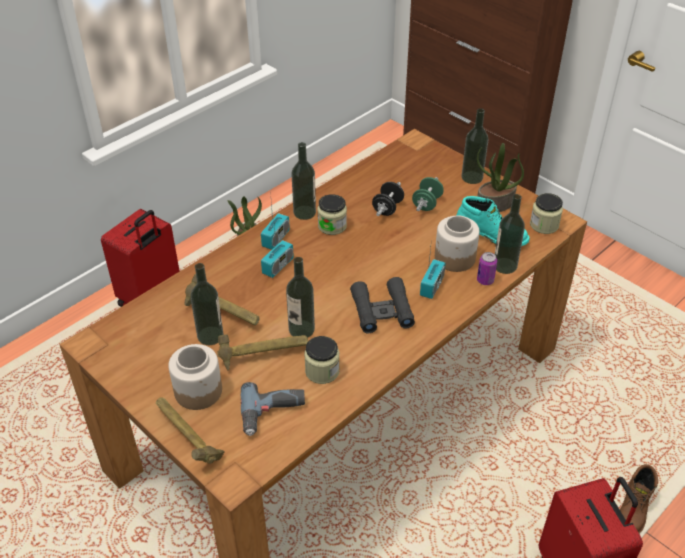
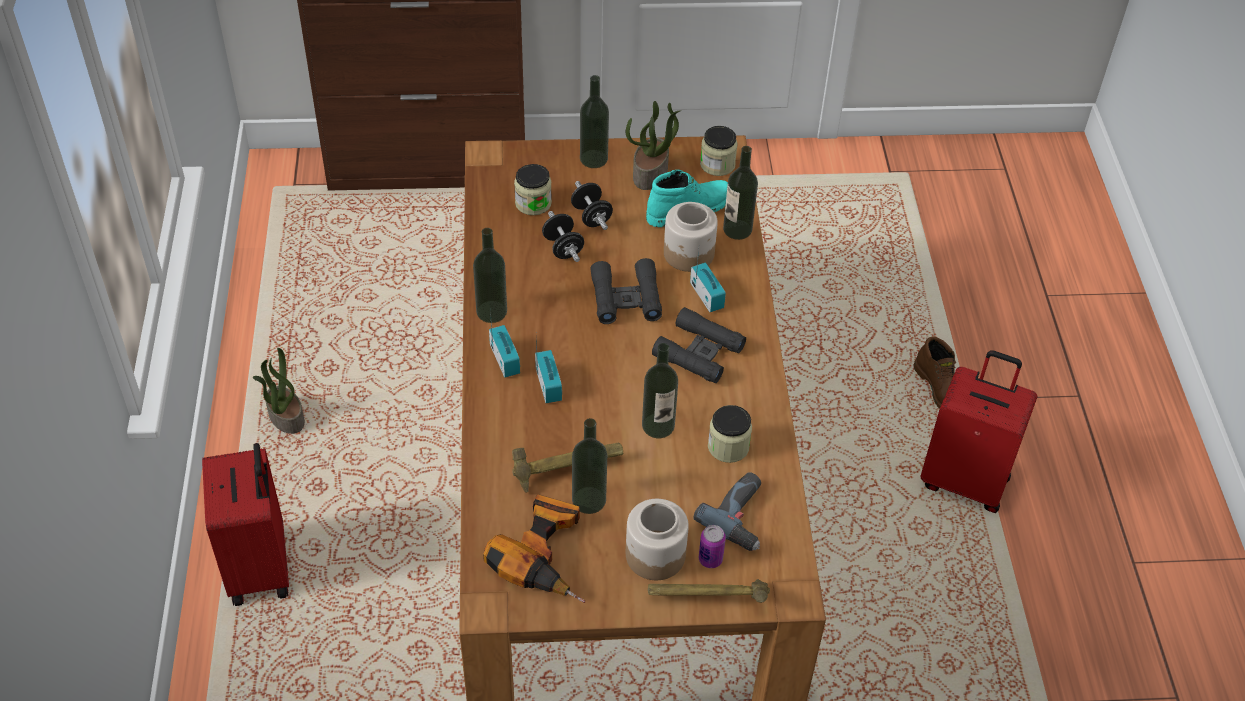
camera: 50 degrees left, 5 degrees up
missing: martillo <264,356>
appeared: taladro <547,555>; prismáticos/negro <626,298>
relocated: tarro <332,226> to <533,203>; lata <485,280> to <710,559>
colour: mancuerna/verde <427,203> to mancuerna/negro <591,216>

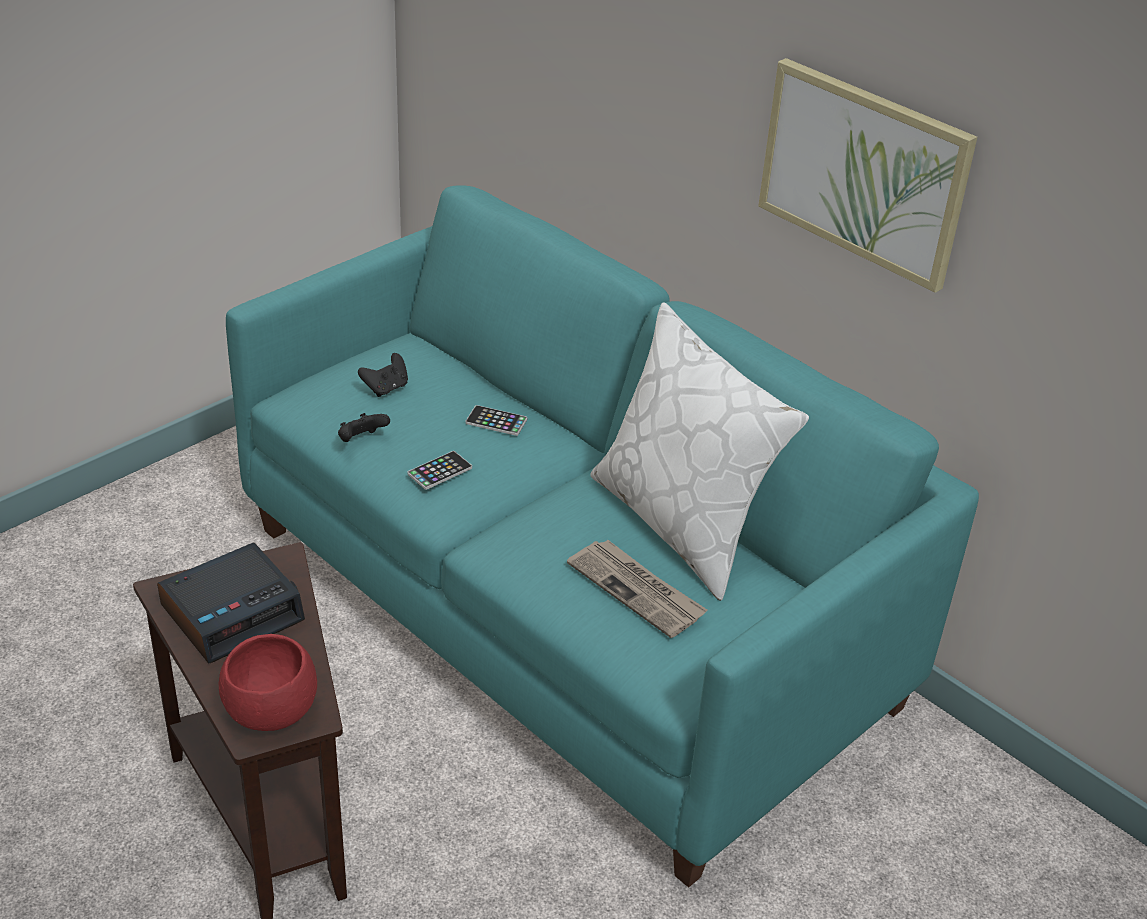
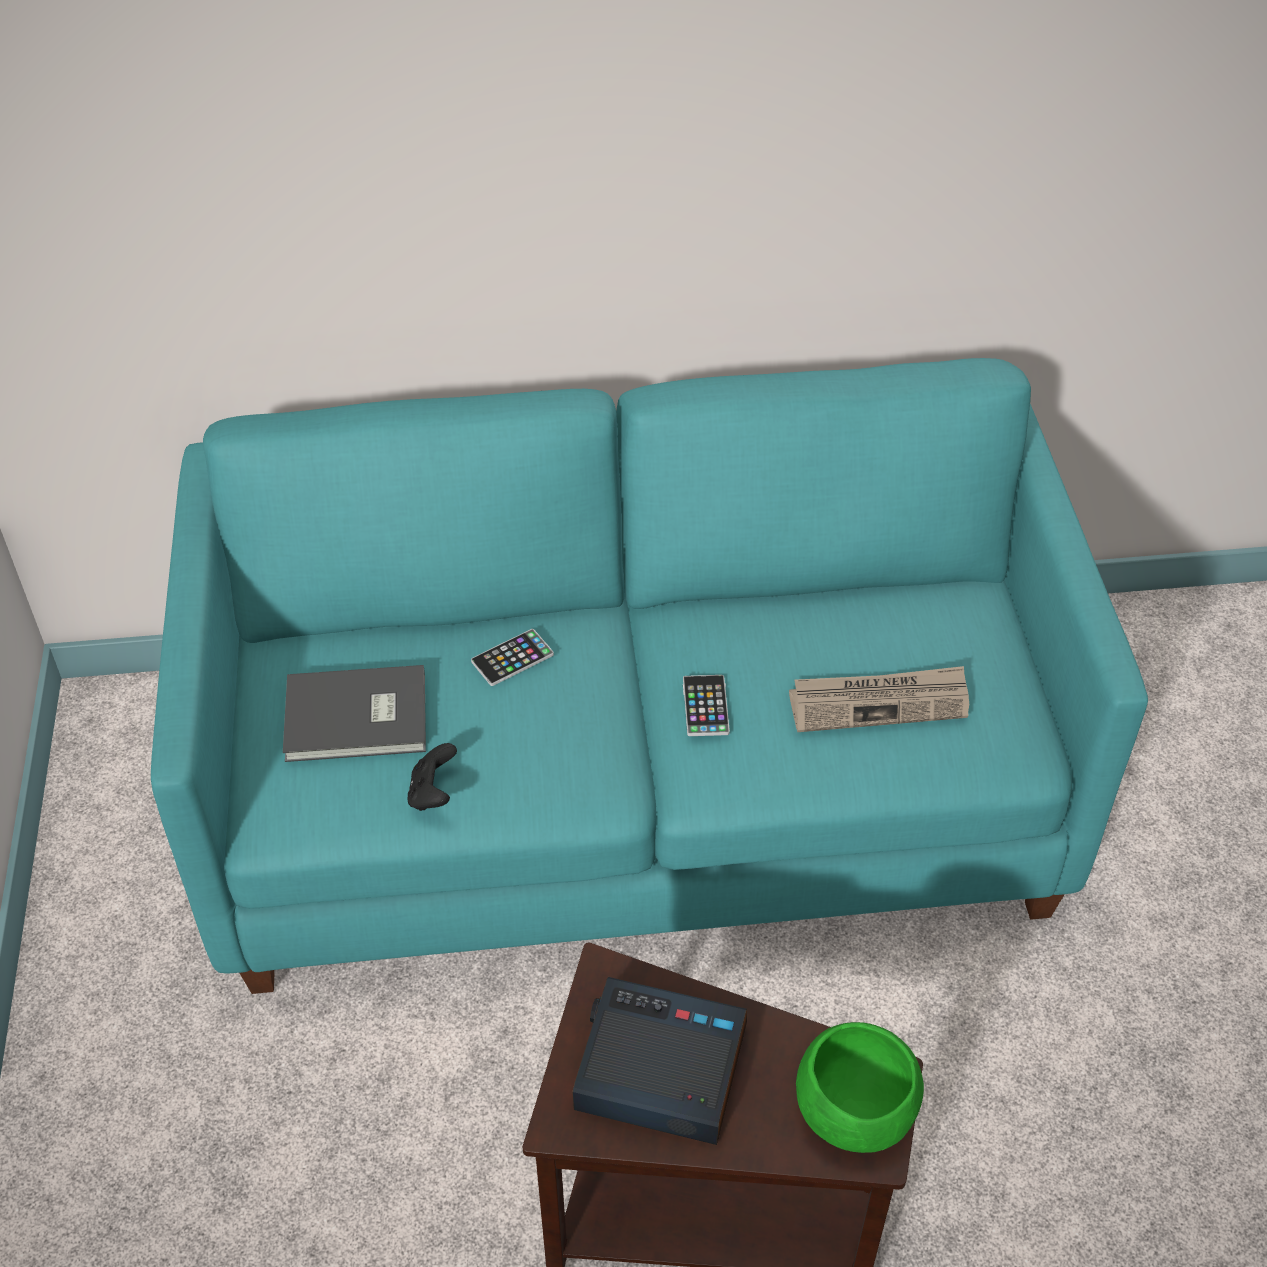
camera: 50 degrees left, 10 degrees up
missing: cojín/blanco <682,524>; cuadro <864,172>
relocated: móvil <440,471> to <705,706>
exchanged: mando de consola/negro <386,388> to libro/gris <358,719>
colour: cuenco/rojo <270,712> to cuenco/verde <853,1114>
spun: despertador <233,612> = <658,1069> 75 degrees counterclockwise

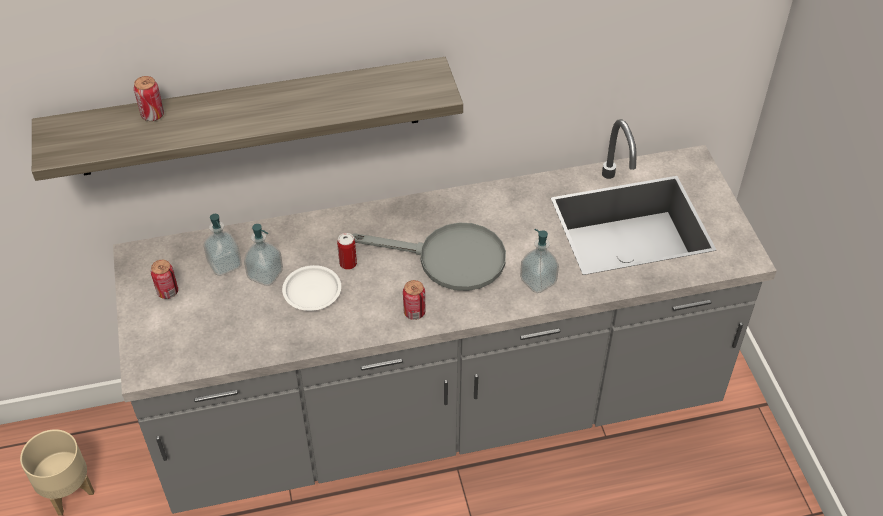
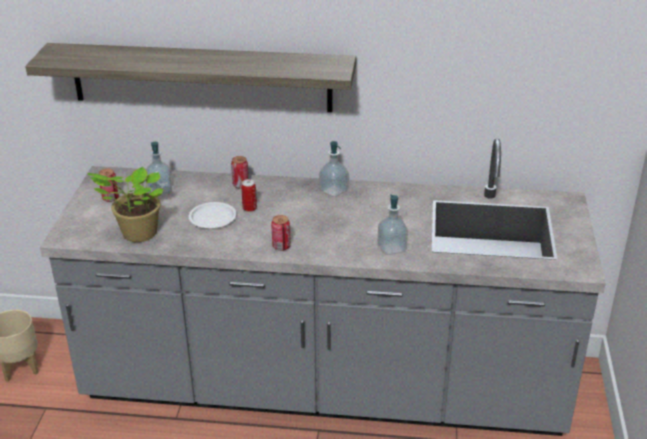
camera: 20 degrees right, 15 degrees down
missing: sartén/gris <449,259>
appeared: planta en maceta <137,234>
relocated: lata <152,115> to <240,185>; dispensador de jabón <265,274> to <333,191>

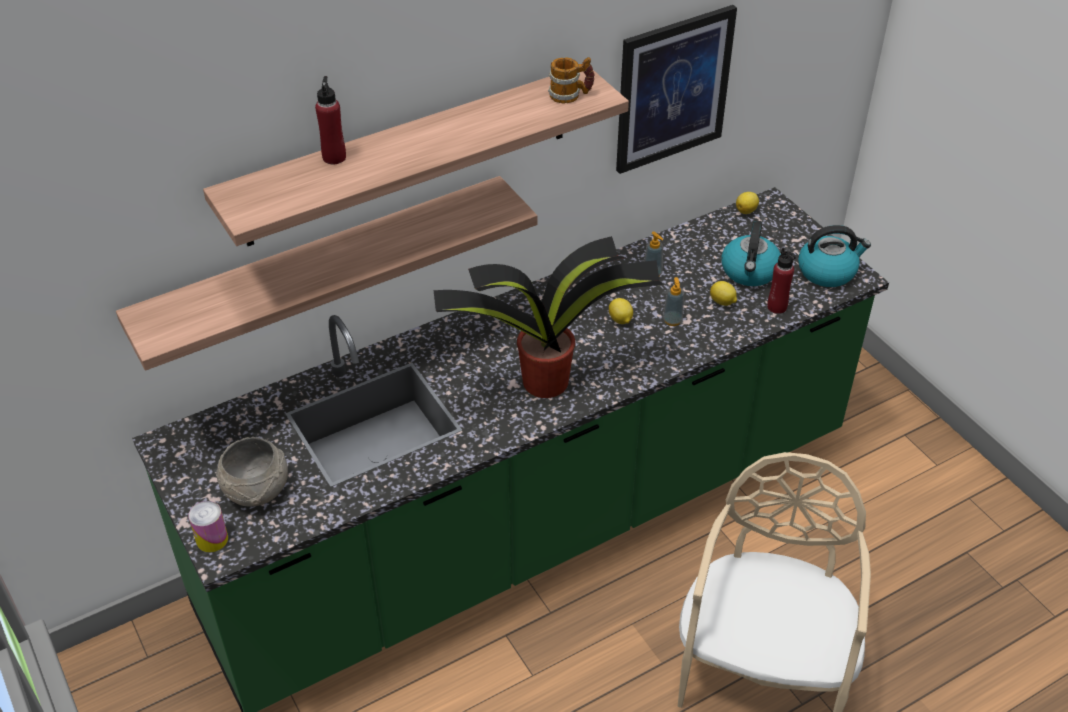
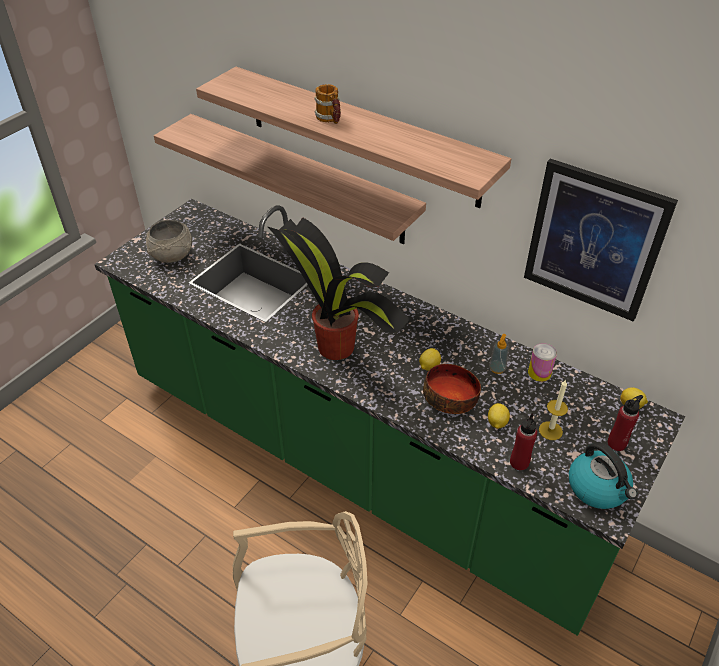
camera: 65 degrees right, 0 degrees up
relocated: lata <212,539> to <539,373>; botella/rojo <334,157> to <617,443>; taza grande <571,95> to <330,119>
exchanged: dispensador de jabón <672,320> to cuenco <451,397>; hervidor <750,272> to vela <550,430>

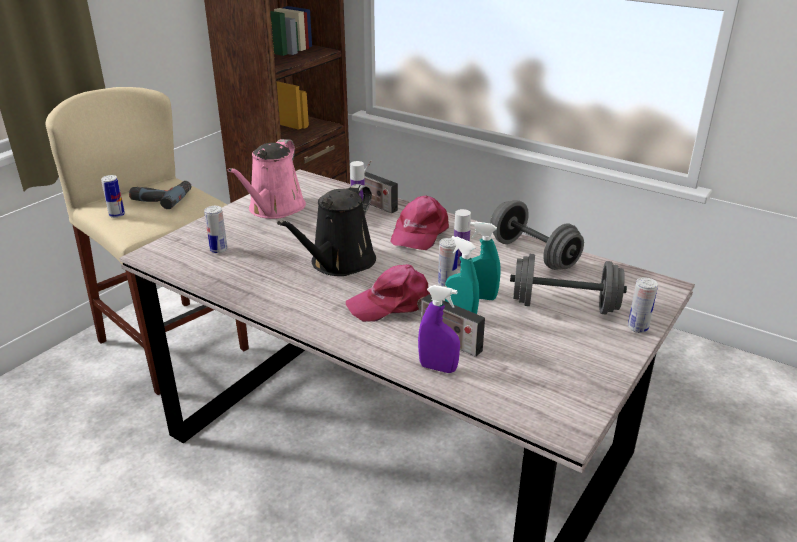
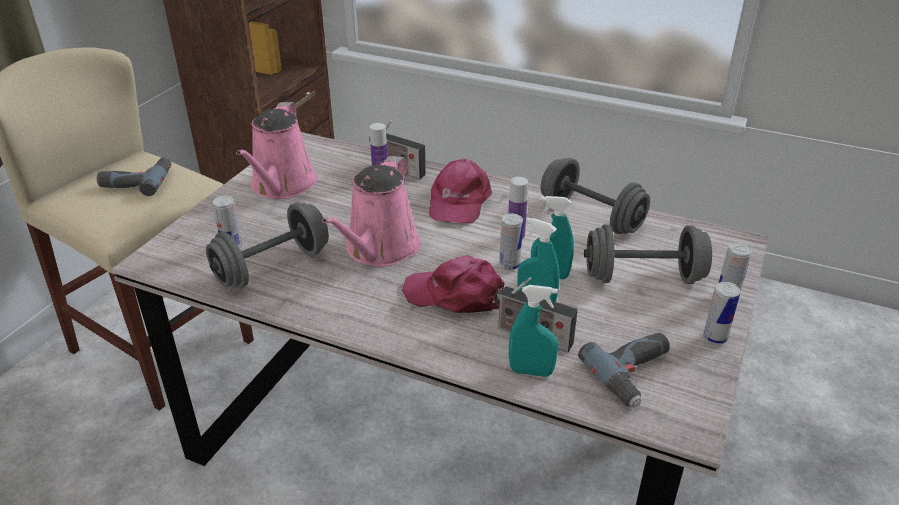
camera: 10 degrees left, 5 degrees up
appeared: mancuerna/gris <272,267>; taladro <636,374>
relocated: lata <117,215> to <715,337>
colour: regadera/negro <339,263> to regadera/rosa <379,250>; pulverizador/morado <438,368> to pulverizador/turquesa <531,371>
spun: gorra/rosa <392,303> = <455,295> 45 degrees clockwise

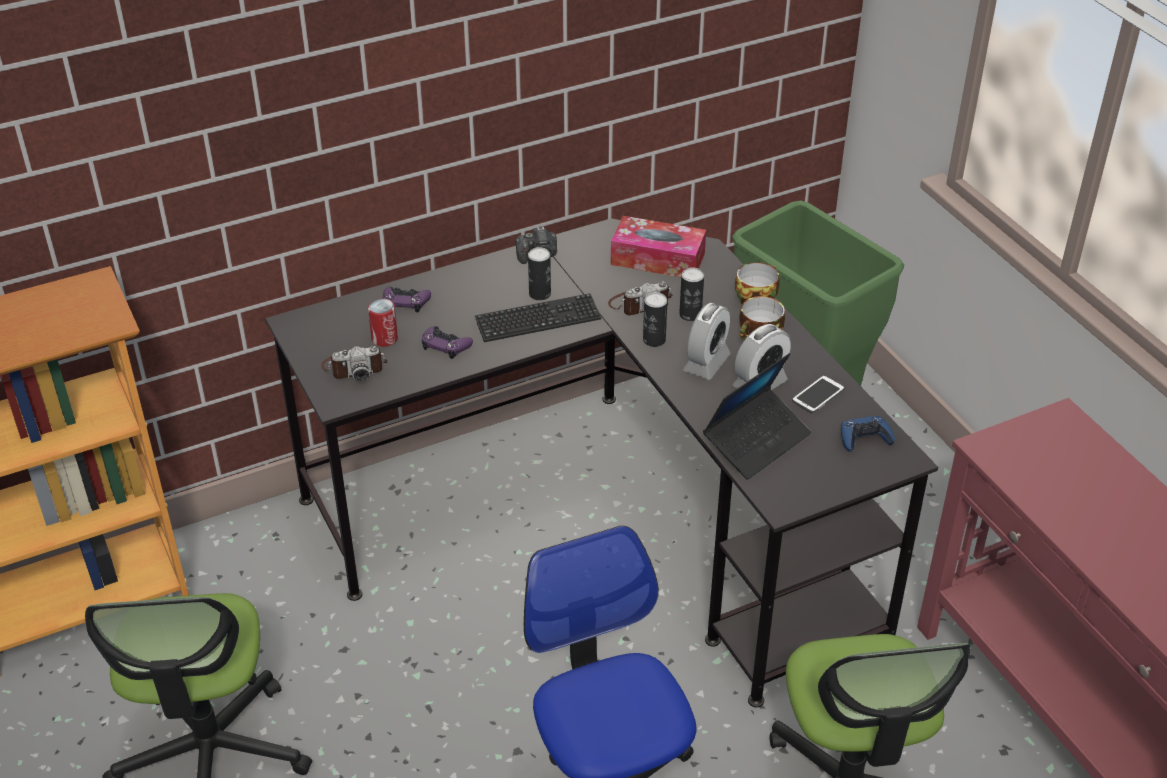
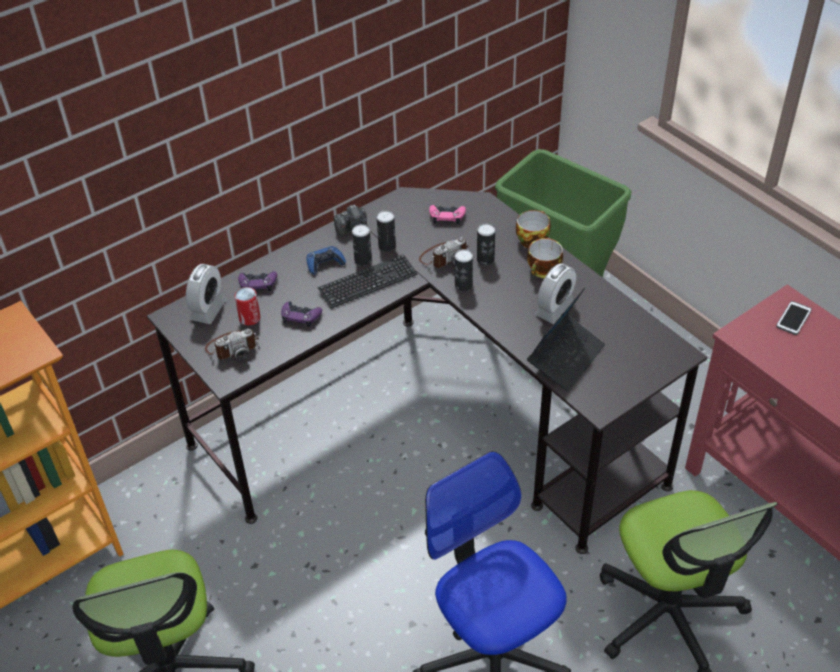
camera: 10 degrees left, 5 degrees up
appeared: lata <387,246>
relocated: despertador <706,363> to <208,310>; móvil <818,395> to <793,318>; mando de consola/azul <865,438> to <325,263>
exchanged: caja de pañuelos <657,259> to mando de consola/rosa <447,216>

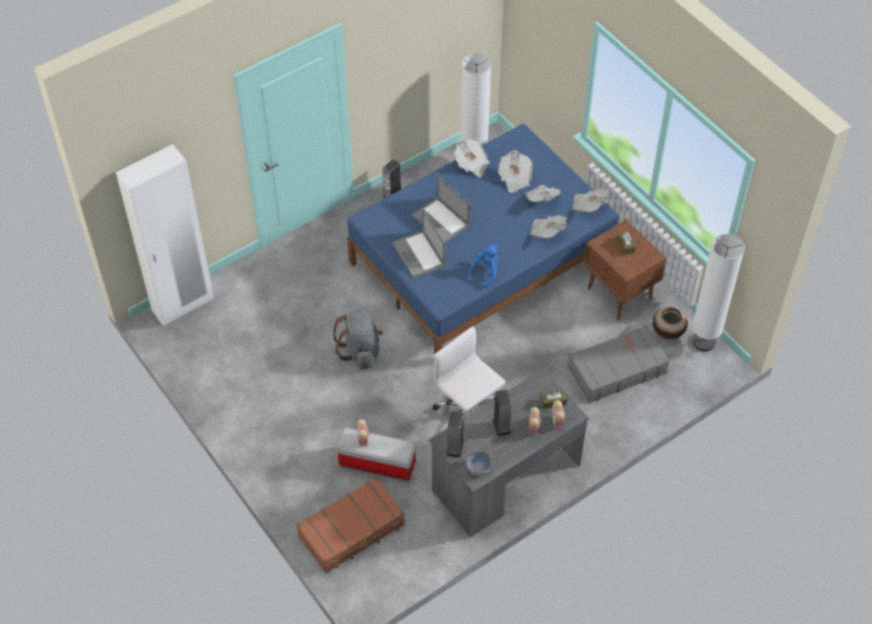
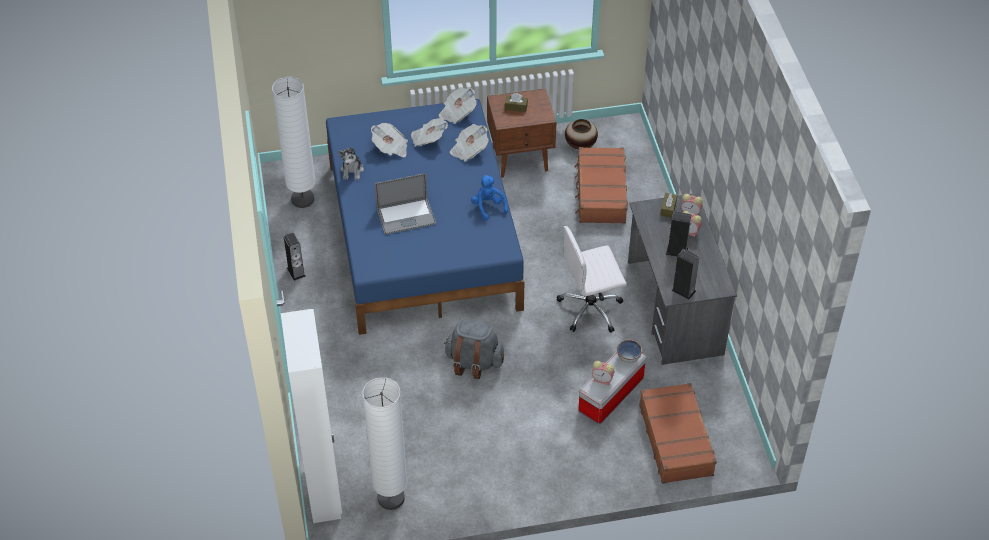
camera: 65 degrees left, 5 degrees down
missing: portátil <418,254>
relocated: cuenco <478,468> to <629,357>; lámpara de pie/blanco <703,342> to <391,498>
exchanged: periódico <471,164> to peluche <352,171>
colour: maleta/gris <616,370> to maleta/marrón <600,193>

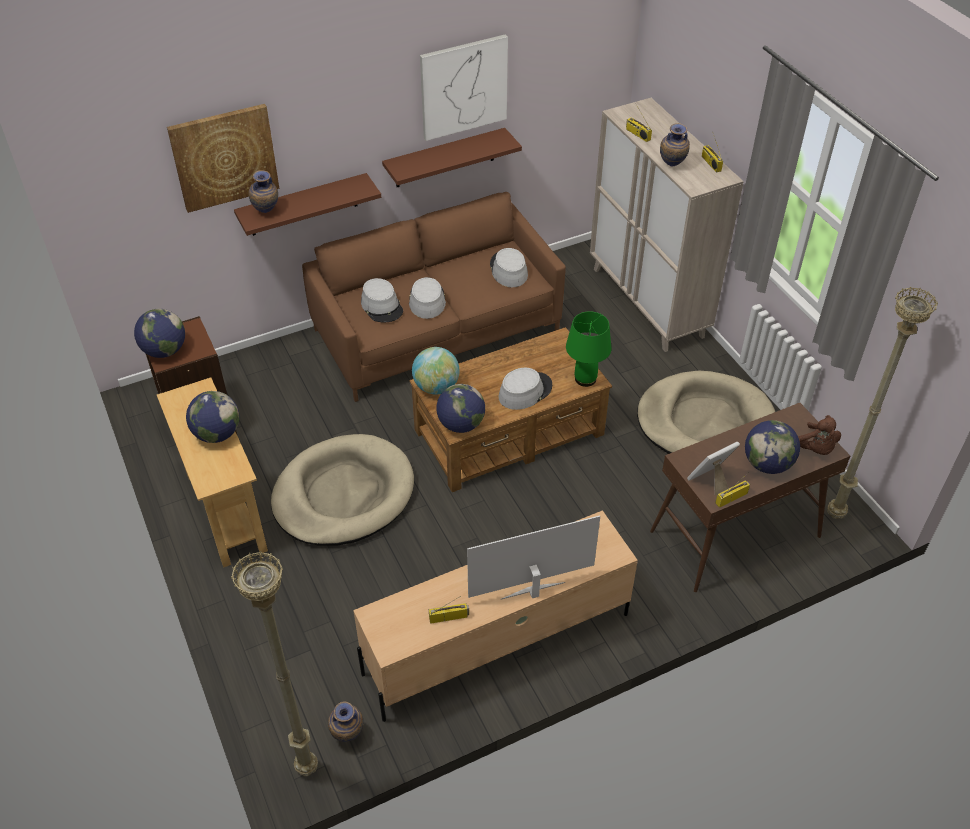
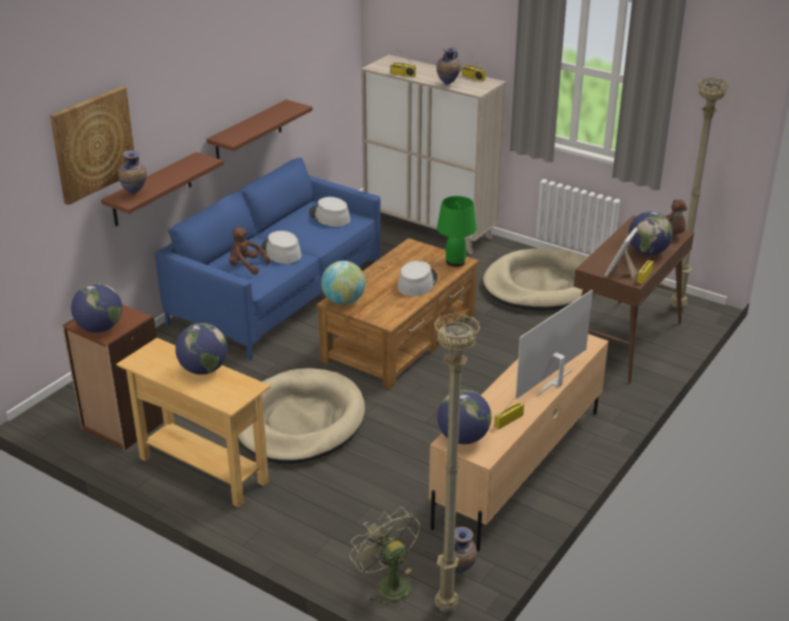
camera: 30 degrees left, 15 degrees down
missing: cuadro <463,87>
appeared: ventilador/verde <387,585>
relocated: globo terráqueo <461,424> to <463,438>
exchanged: sombrero/gris <382,306> to peluche/marrón <246,266>
colour: sofá/marrón <437,331> to sofá/azul <277,294>

